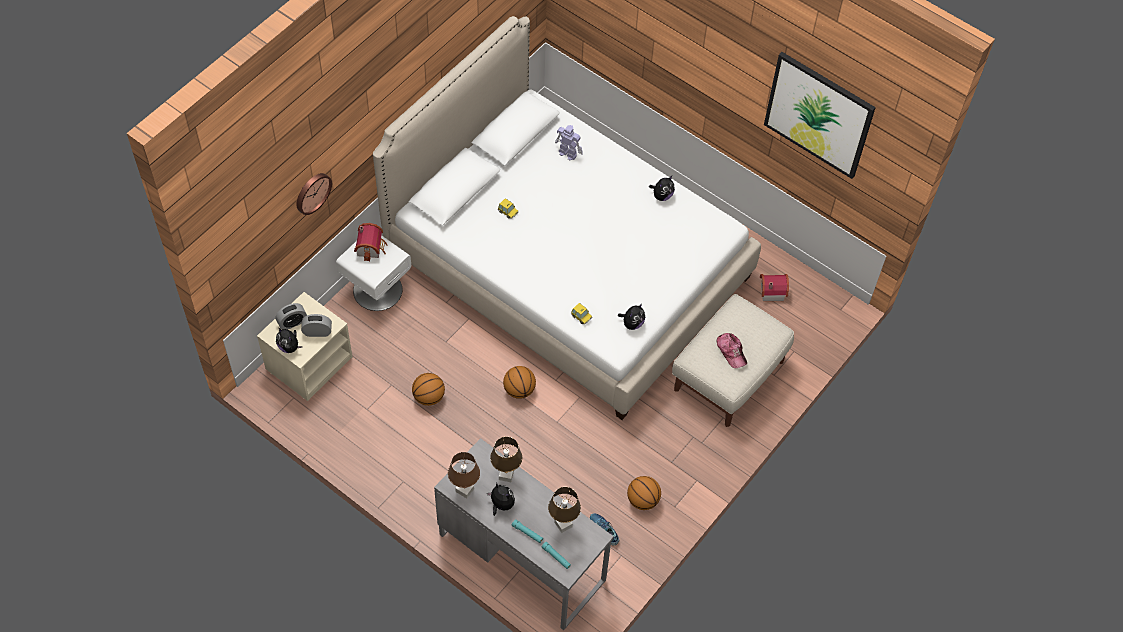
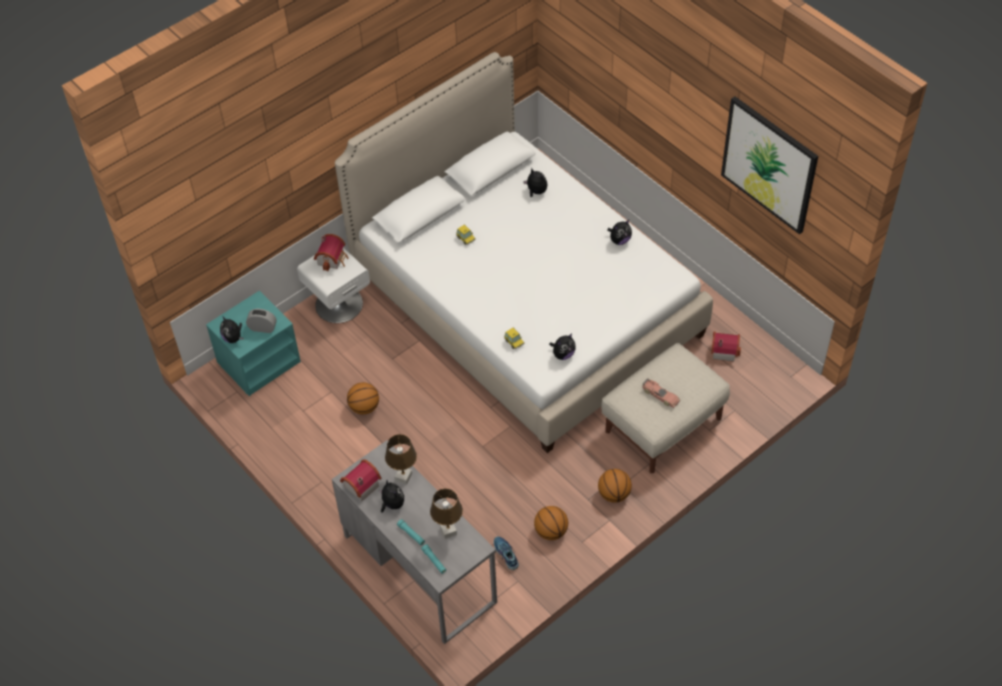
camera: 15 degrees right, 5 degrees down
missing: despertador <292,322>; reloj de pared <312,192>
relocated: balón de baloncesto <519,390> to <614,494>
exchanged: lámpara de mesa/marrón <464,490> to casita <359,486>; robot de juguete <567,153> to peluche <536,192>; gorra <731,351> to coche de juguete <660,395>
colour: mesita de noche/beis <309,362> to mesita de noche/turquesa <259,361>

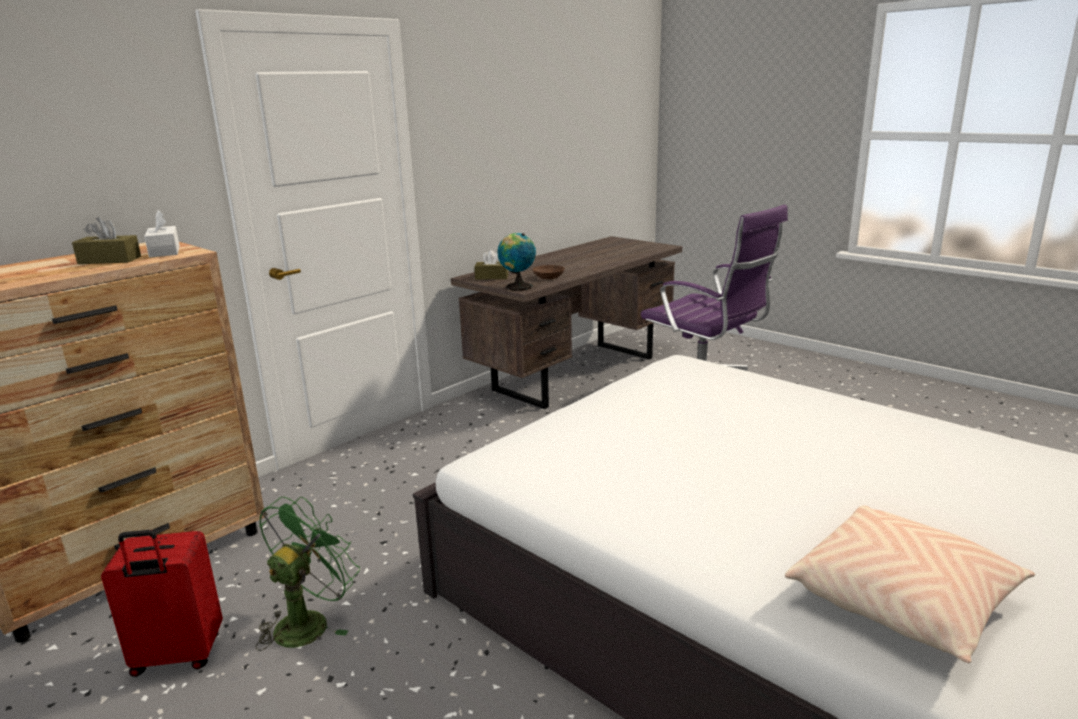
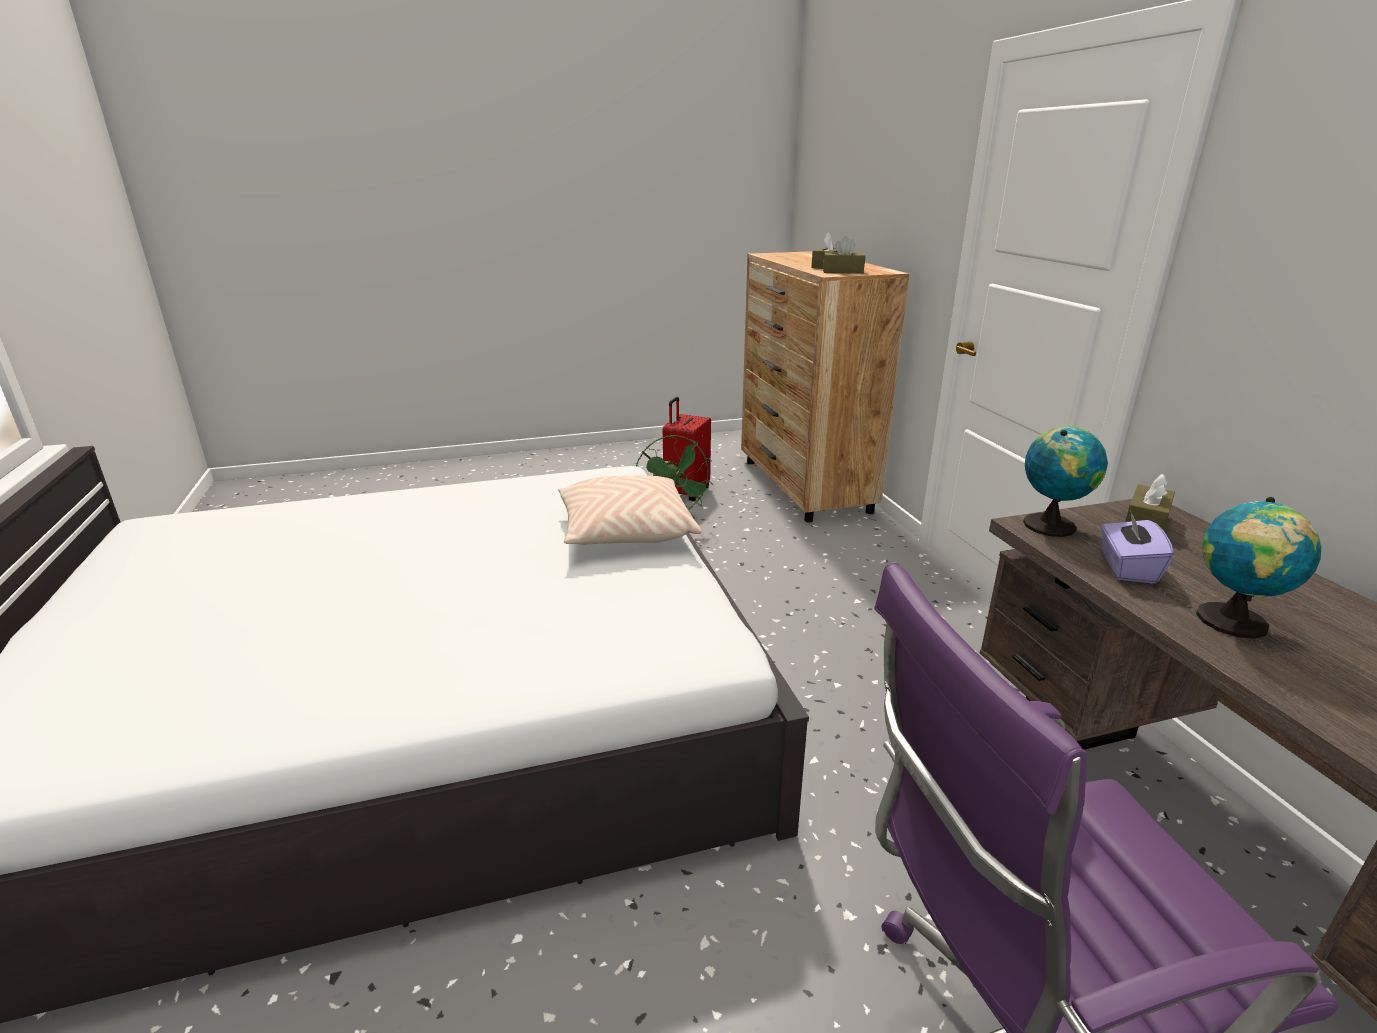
camera: 120 degrees right, 5 degrees up
appeared: globo terráqueo <1233,623>
relocated: cojín/beis <902,601> to <625,532>
exchanged: cuenco/marrón <549,277> to caja de pañuelos/morado <1127,568>
colour: caja de pañuelos/blanco <164,251> to caja de pañuelos/marrón <843,271>

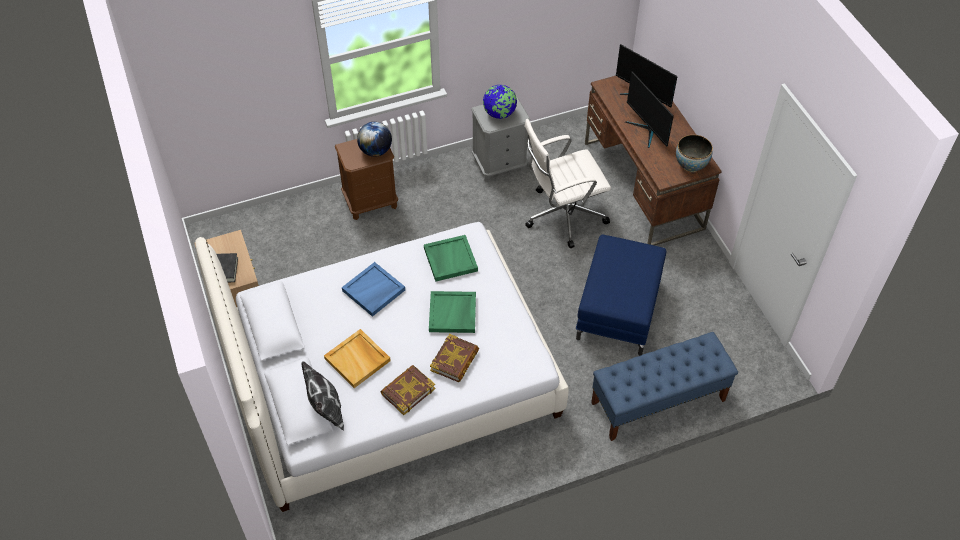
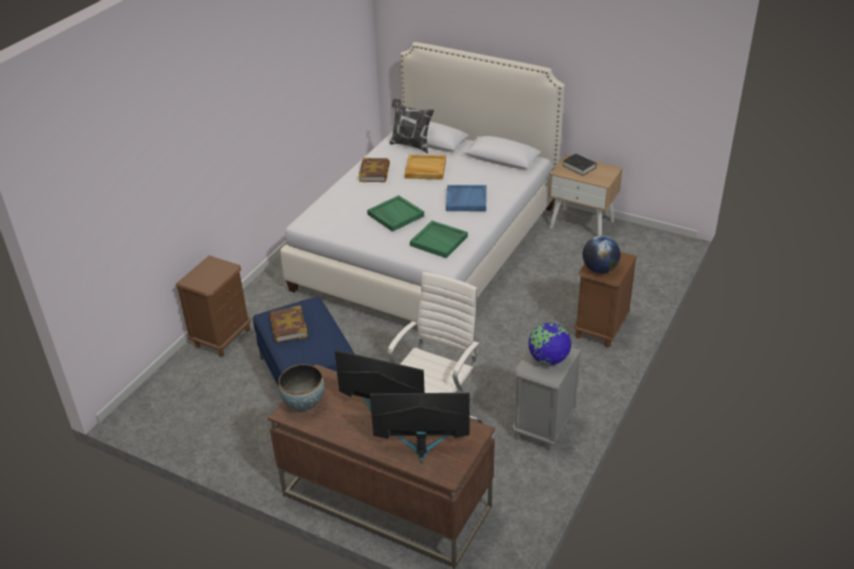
camera: 140 degrees right, 15 degrees down
relocated: libro <455,360> to <288,327>
exchanged: banco/azul <657,402> to mesita de noche/marrón <222,337>

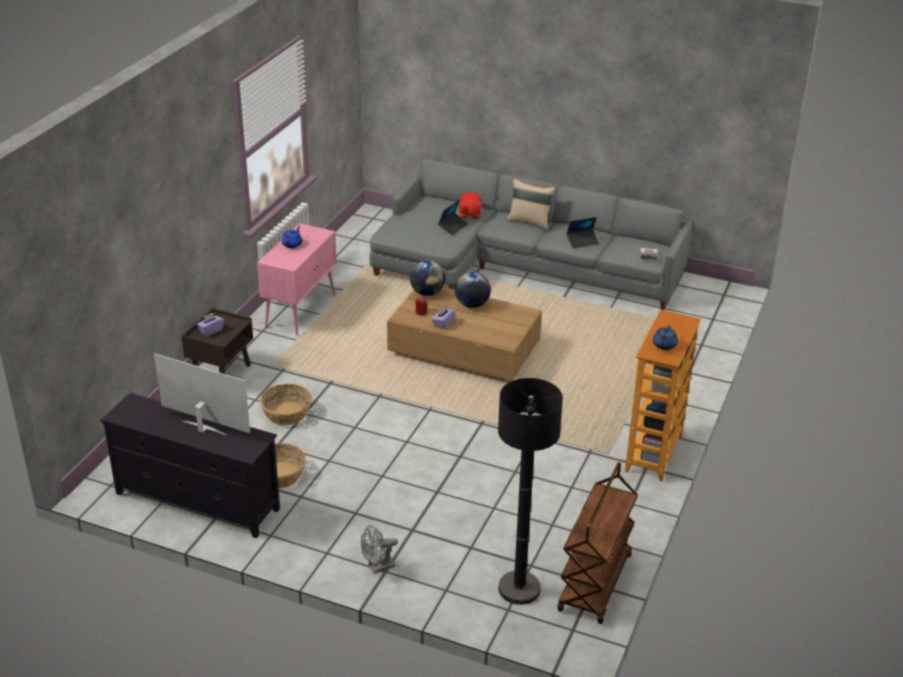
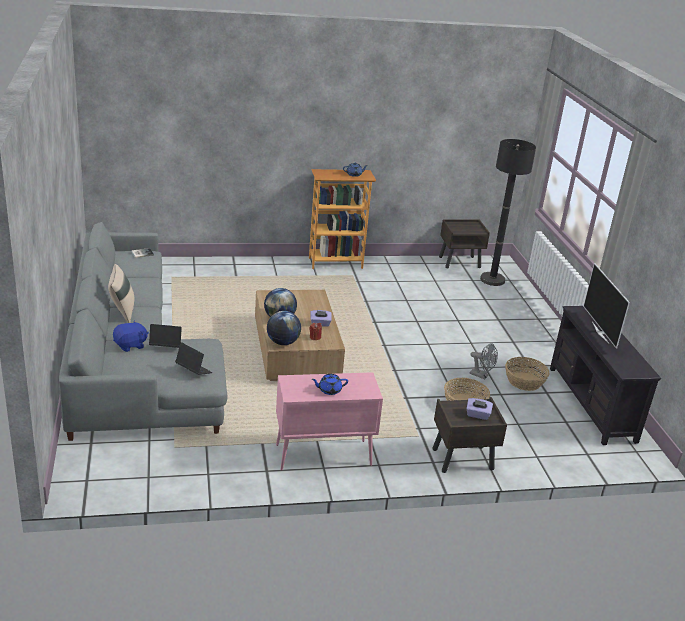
camera: 125 degrees left, 5 degrees down
relocated: ventilador/gris <378,567> to <482,375>; portátil <582,241> to <193,370>
exchanged: carrito/marrón <595,584> to mesita de noche/marrón <460,262>
colour: peluche/rojo <469,214> to peluche/azul <130,345>

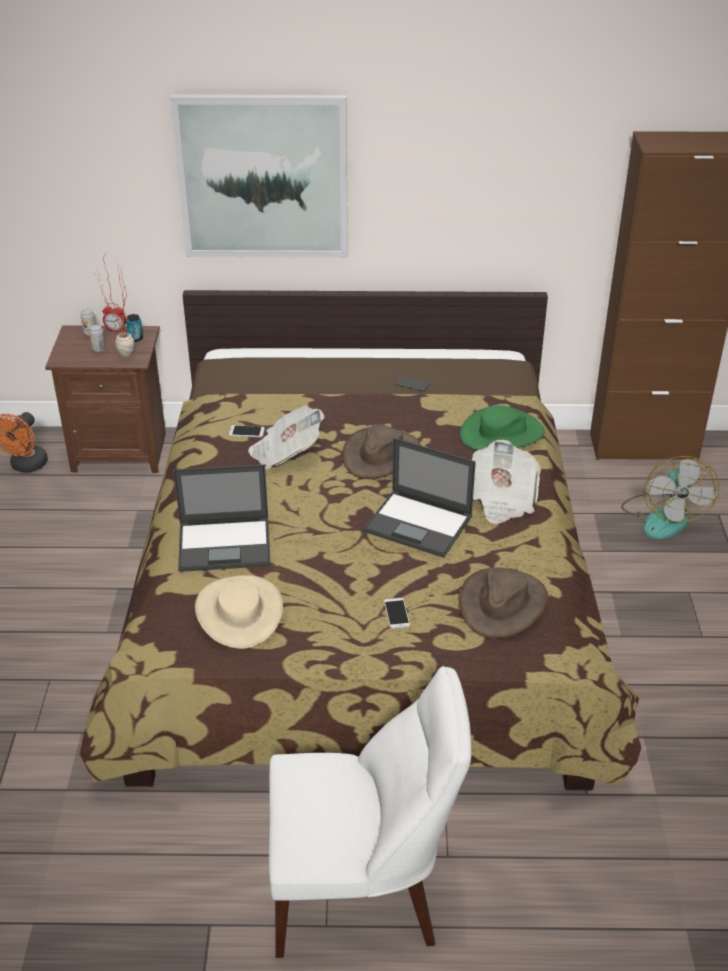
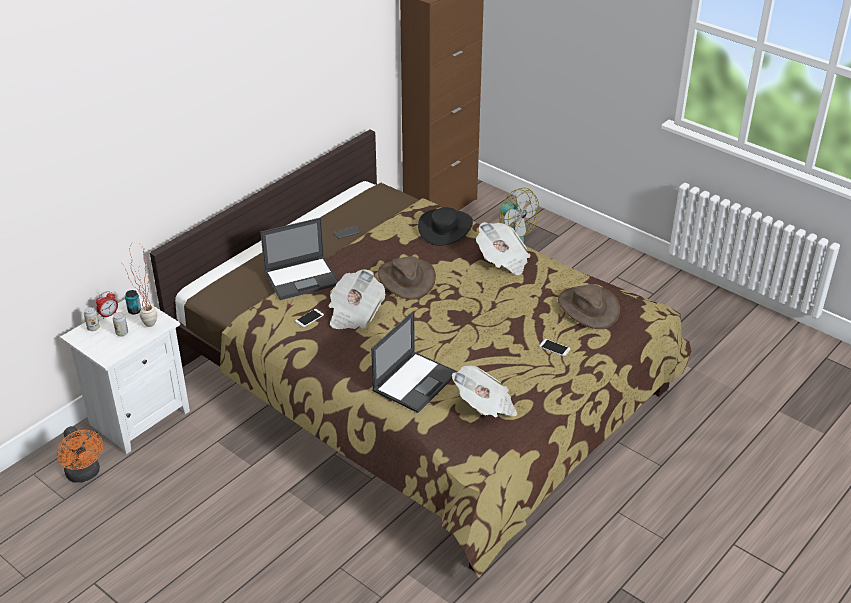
camera: 50 degrees left, 0 degrees up
missing: cuadro <263,177>; silla/blanco <362,893>
relocated: portátil <419,524> to <302,278>
exchanged: sombrero/beis <239,612> to periódico <485,406>
colour: mesita de noche/marrón <120,451> to mesita de noche/blanco <138,417>; sombrero/verde <502,434> to sombrero/negro <445,228>

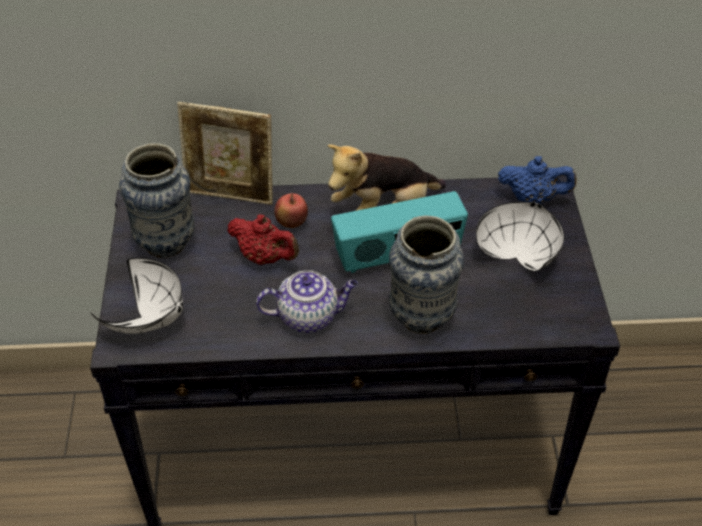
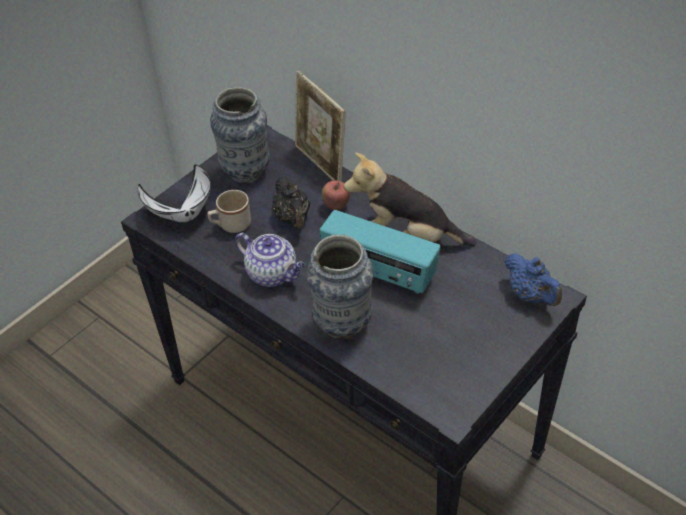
camera: 45 degrees right, 0 degrees up
missing: cuenco/blanco <518,252>
appeared: taza grande/beis <230,225>
colour: tetera/rojo <265,257> to tetera/negro <293,218>

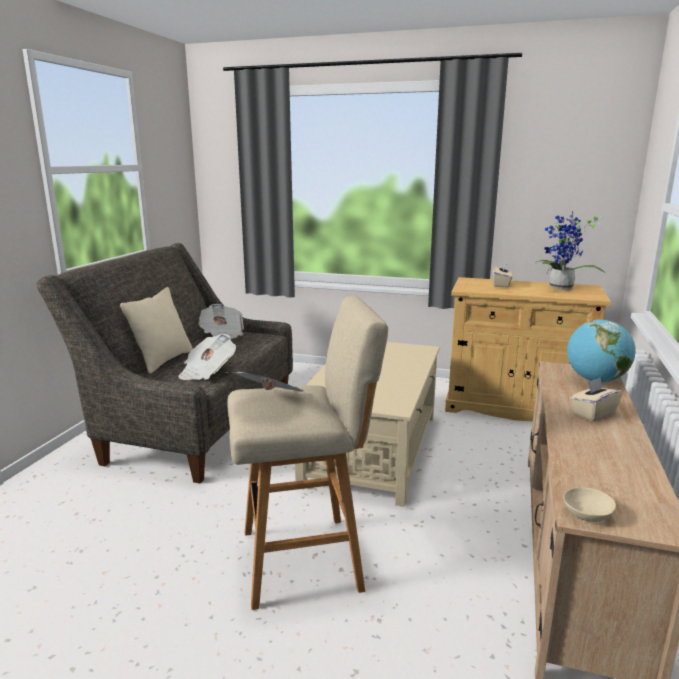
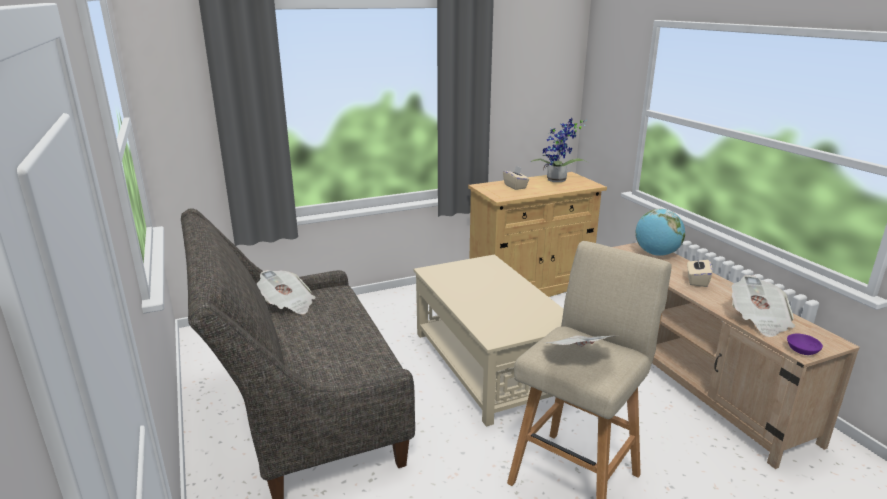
camera: 40 degrees left, 5 degrees up
missing: cojín/beis <163,360>
relocated: periódico <207,372> to <759,321>
colour: cuenco/beis <586,513> to cuenco/morado <801,350>

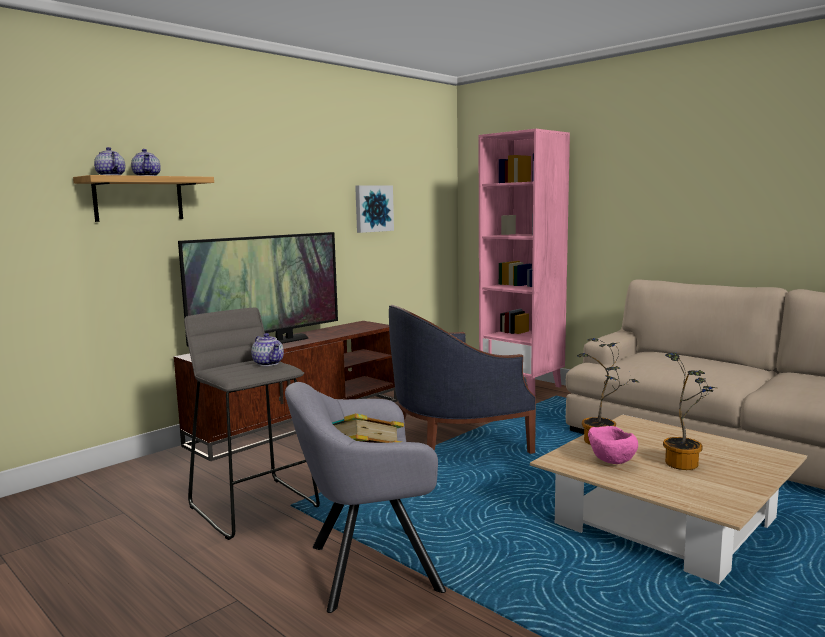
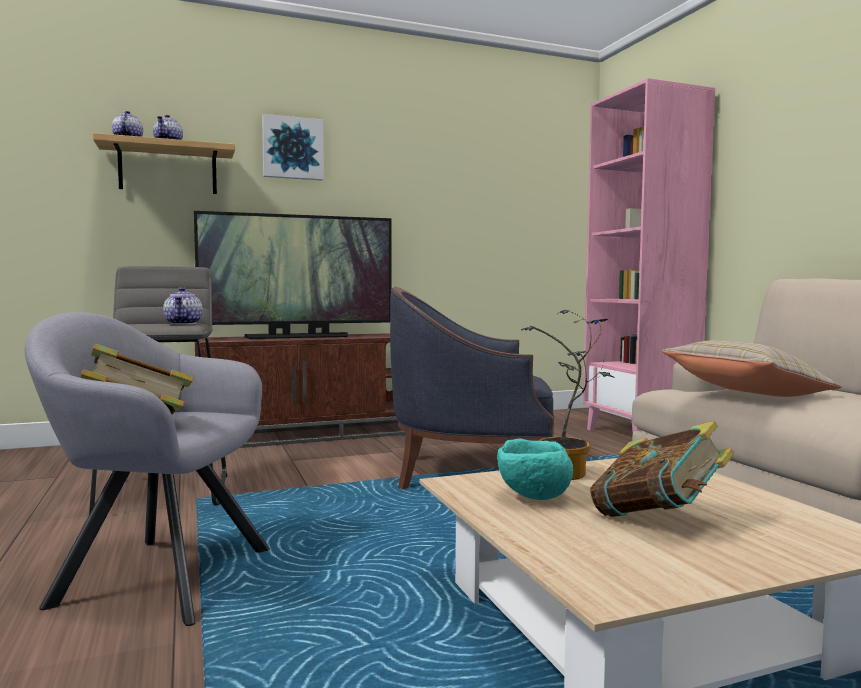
camera: 25 degrees right, 5 degrees down
appeared: cojín/beis <746,394>
relocated: cuadro <373,208> to <292,148>
exchanged: planta en maceta <685,463> to libro <658,519>
colour: cuenco/rosa <611,462> to cuenco/turquesa <533,498>

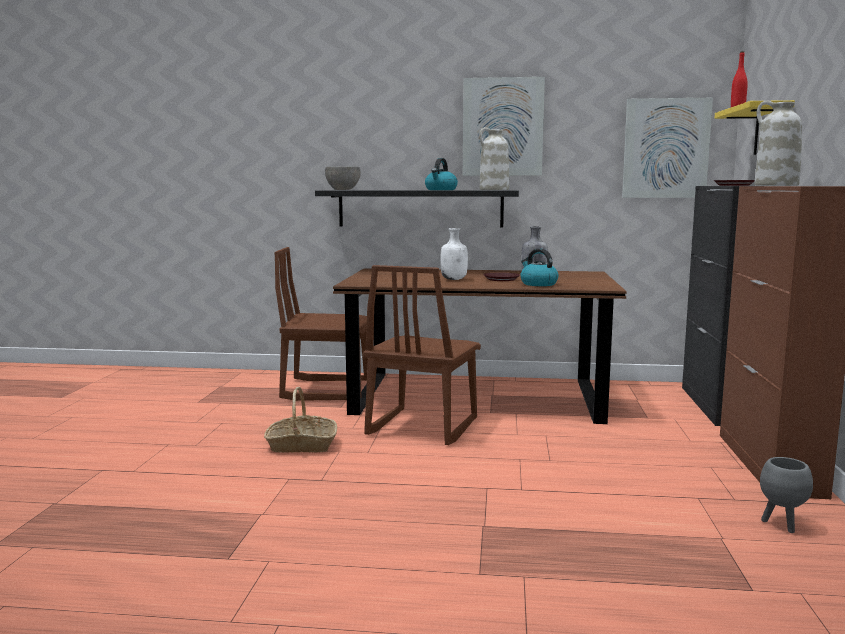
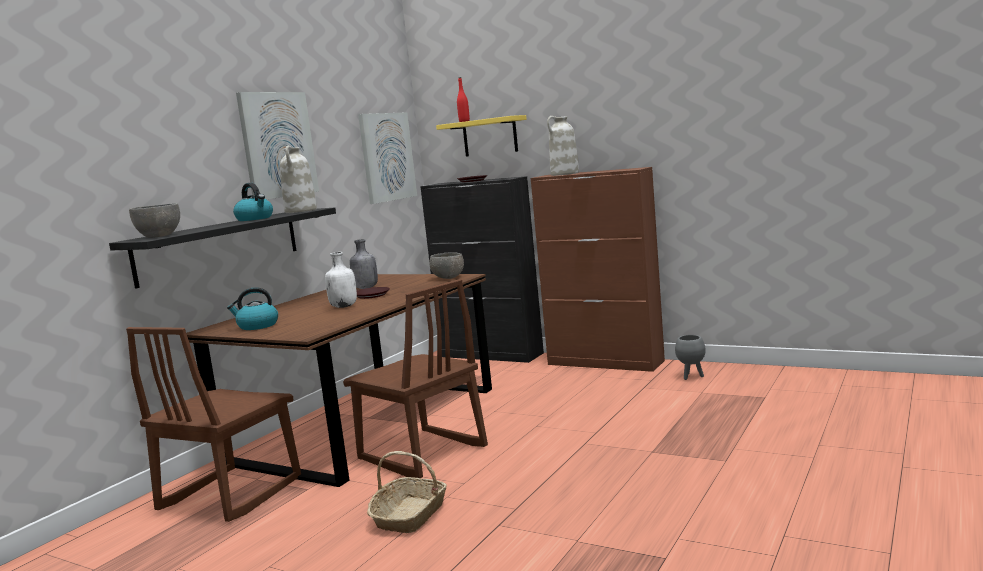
camera: 65 degrees left, 0 degrees up
appeared: cuenco/gris <448,278>
relocated: hervidor <538,284> to <257,326>

